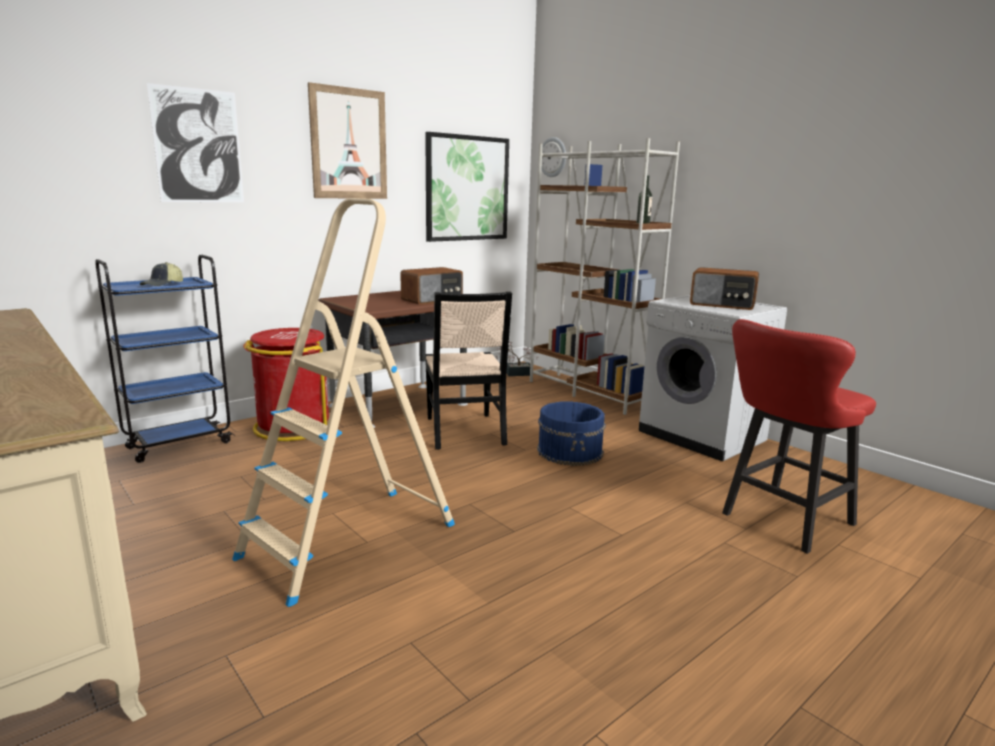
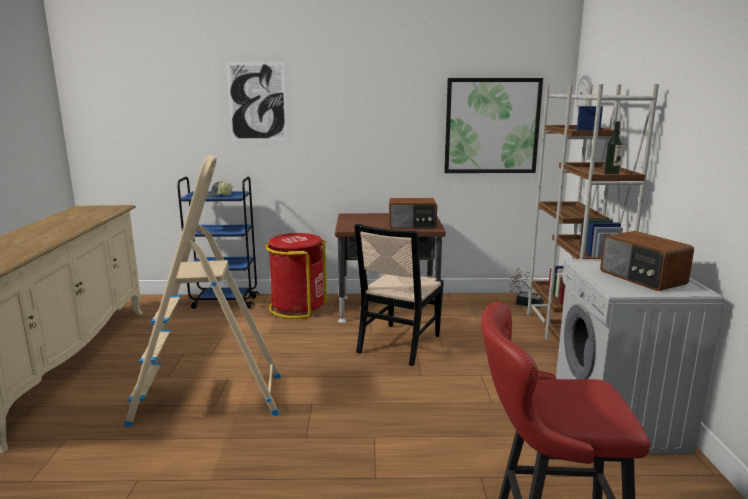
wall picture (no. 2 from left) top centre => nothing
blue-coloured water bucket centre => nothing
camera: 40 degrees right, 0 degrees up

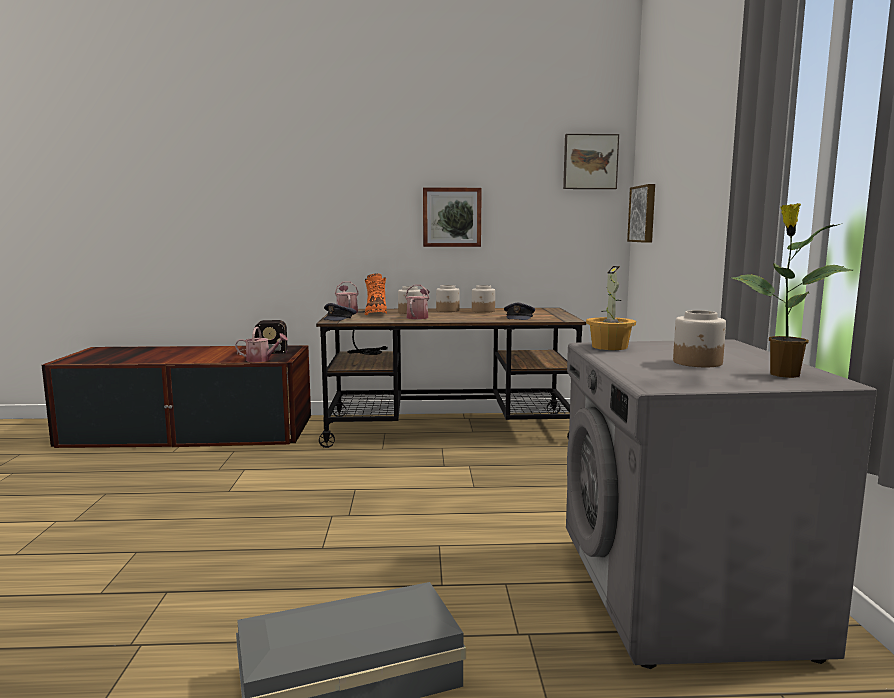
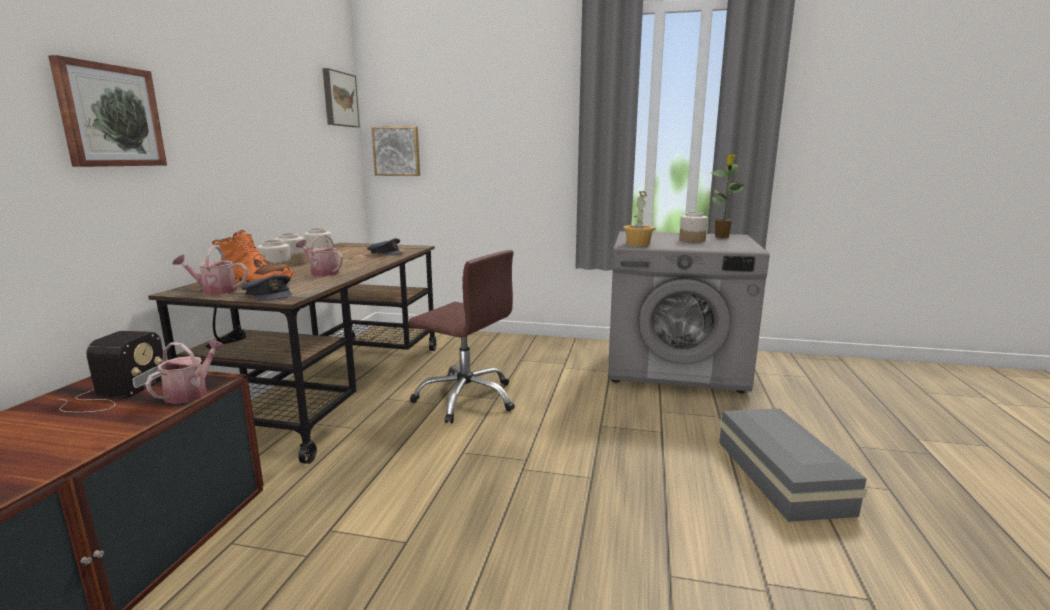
wall picture (no. 1 from left) top centre => wall picture (no. 1 from left) top left, relocated
nothing => brownish computer chair centre
camera: 75 degrees left, 5 degrees up

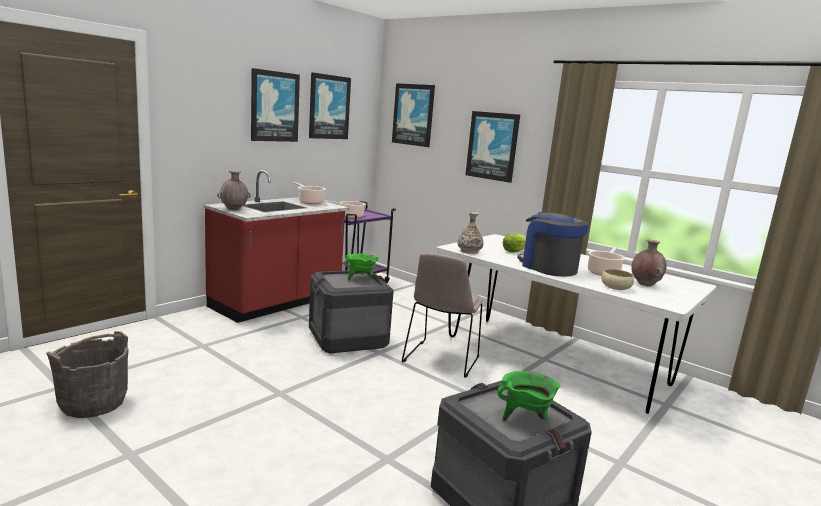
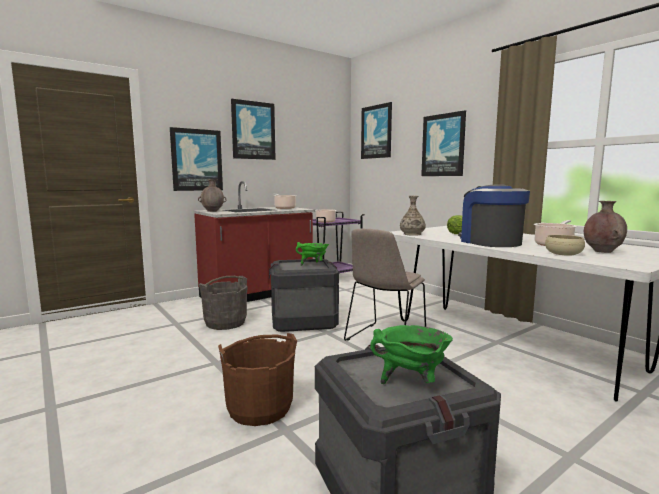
gray water bucket bottom left => gray water bucket centre, relocated
wall picture (no. 2 from left in the first image) top centre => wall picture (no. 1 from left) top left, relocated
nothing => brownish water bucket bottom centre
camera: 15 degrees right, 5 degrees down

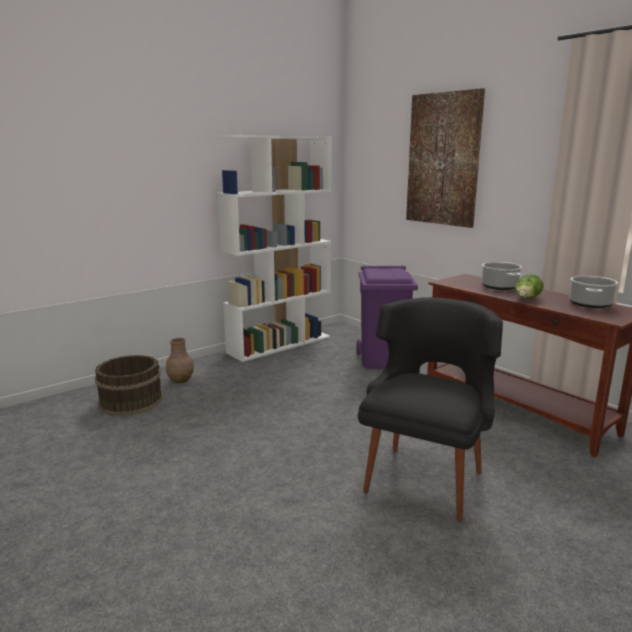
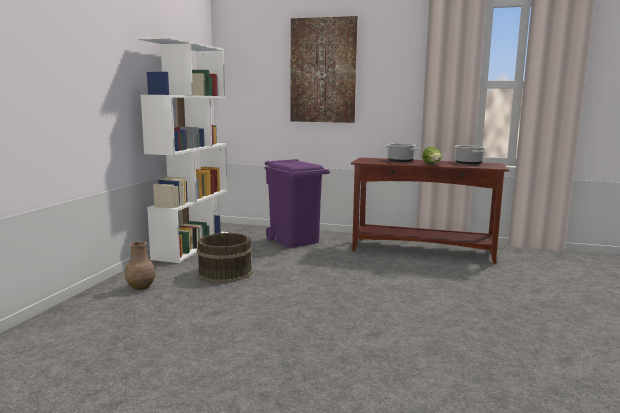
brownish water bucket middle left => brownish water bucket centre, relocated
black-coloured chair middle right => nothing
camera: 35 degrees left, 5 degrees down

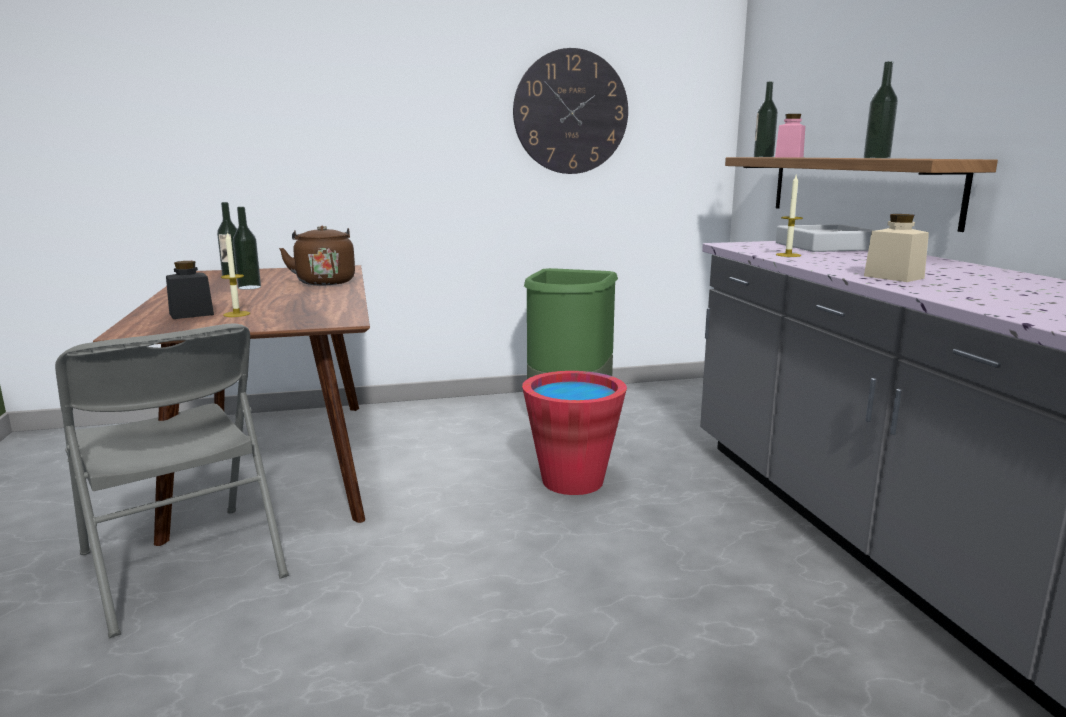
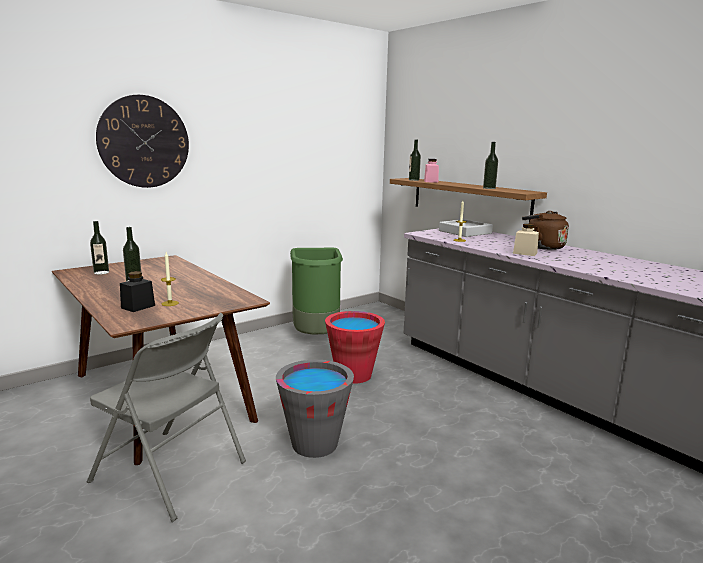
brownish kettle middle left => brownish kettle middle right, relocated
hanging clock top centre => hanging clock top left, relocated
nothing => gray water bucket bottom centre
camera: 25 degrees left, 0 degrees up

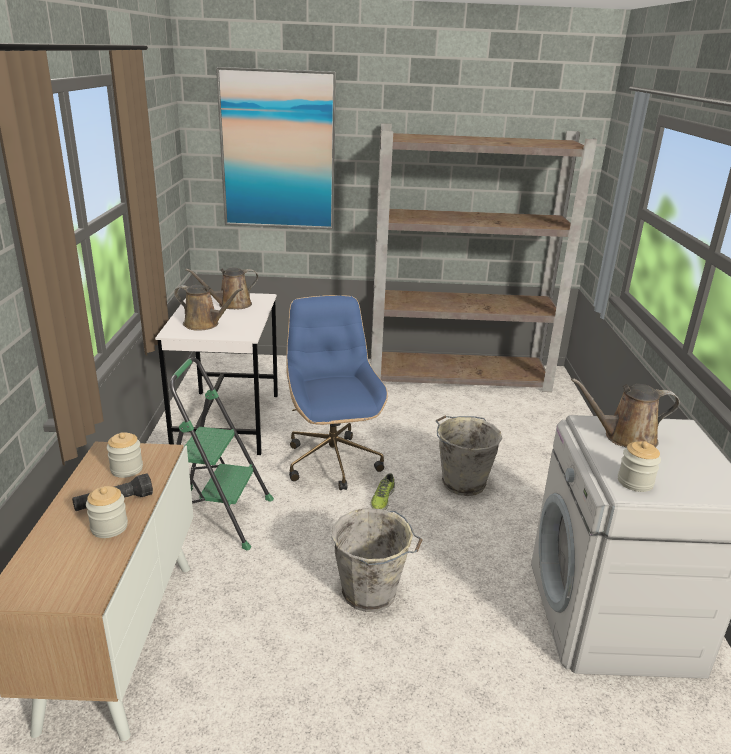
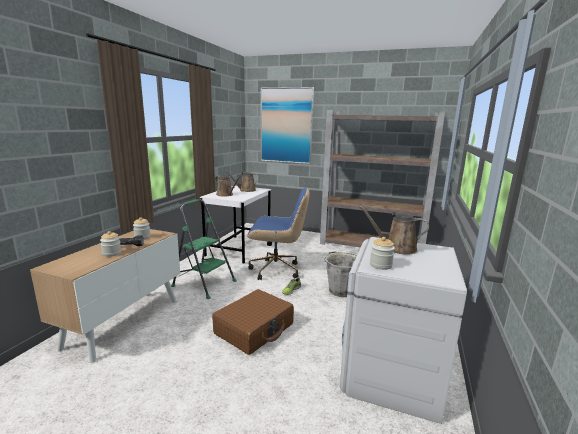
blue-coloured computer chair centre, 90 degrees clockwise
gray water bucket (no. 1 from left) bottom centre => brownish travel case bottom centre
camera: 20 degrees right, 10 degrees down

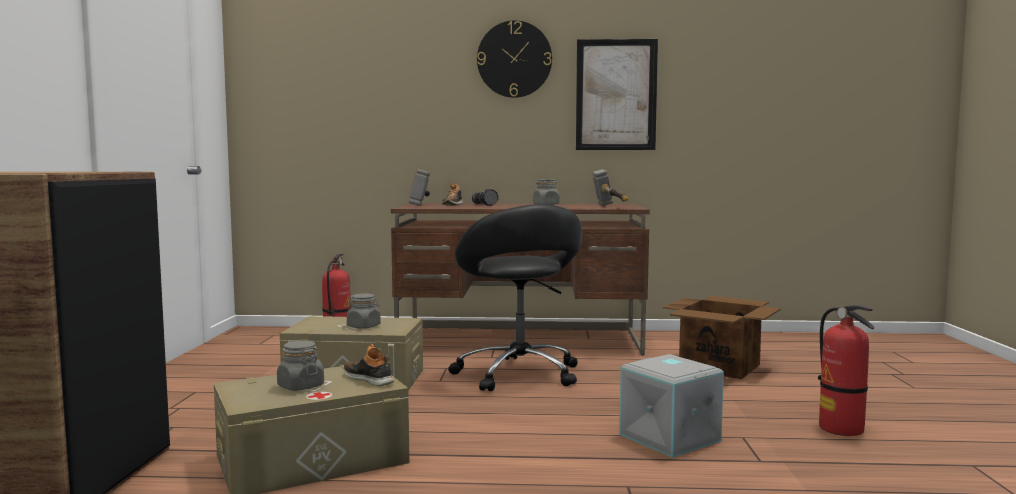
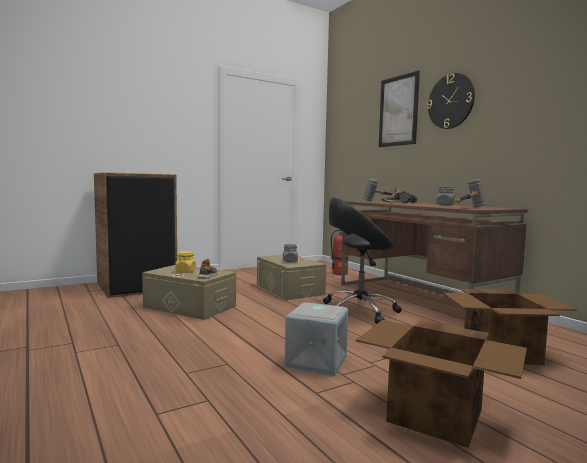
gray preserve jar (no. 1 from left) bottom left => yellowish preserve jar middle left
black-coloured computer chair centre, 45 degrees clockwise
wall picture top centre => wall picture top right, relocated
fire-fighting cylinder (no. 2 from left) bottom right => carton (no. 1 from left) bottom right
camera: 55 degrees right, 0 degrees up

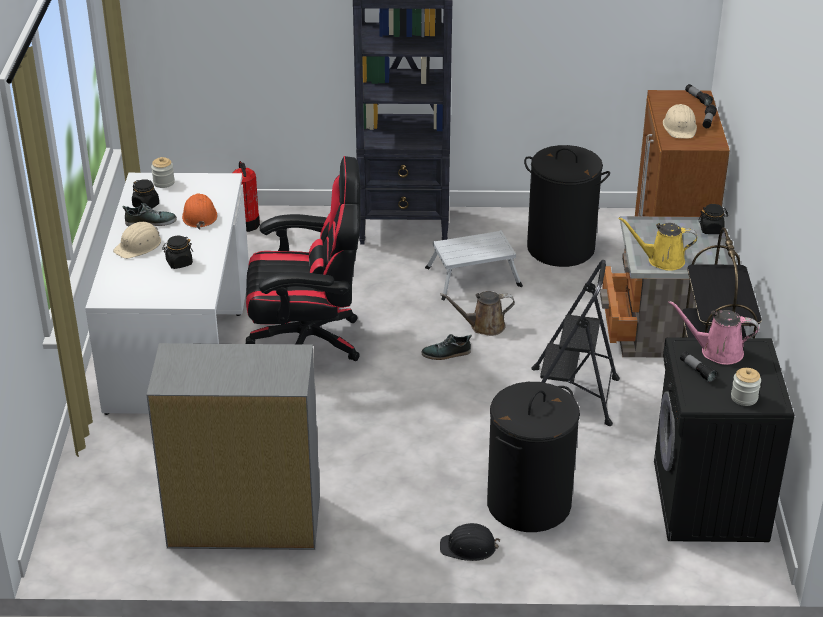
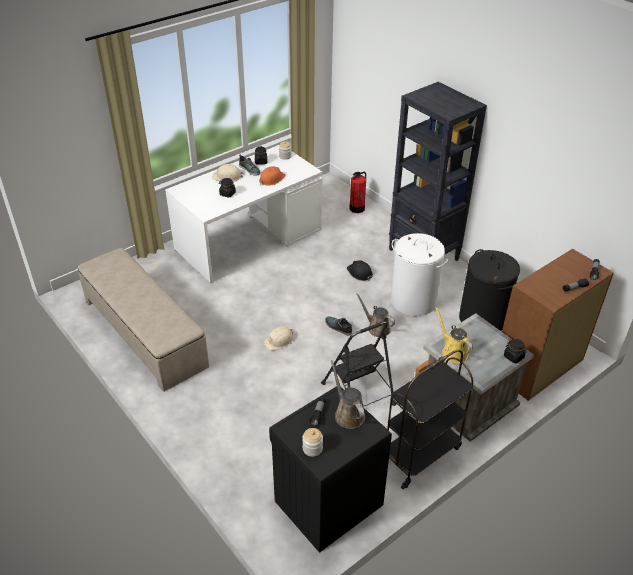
gray cupboard bottom left => sand-coloured indoor bench middle left
black-coloured computer chair centre => nothing
whitish step stool centre => whitish washing basket centre
black-coloured hard hat bottom centre => black-coloured hard hat centre, relocated
black-coloured washing basket (no. 1 from left) bottom centre => nothing
sand-coloured hard hat (no. 2 from left) top right => sand-coloured hard hat (no. 2 from left) centre, relocated
pinkish watering can middle right => brownish watering can (no. 1 from left) bottom centre
camera: 50 degrees right, 5 degrees up

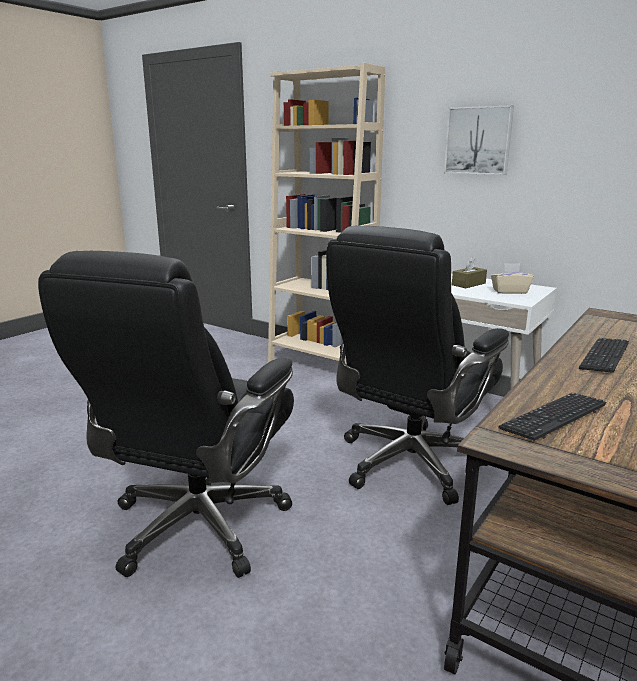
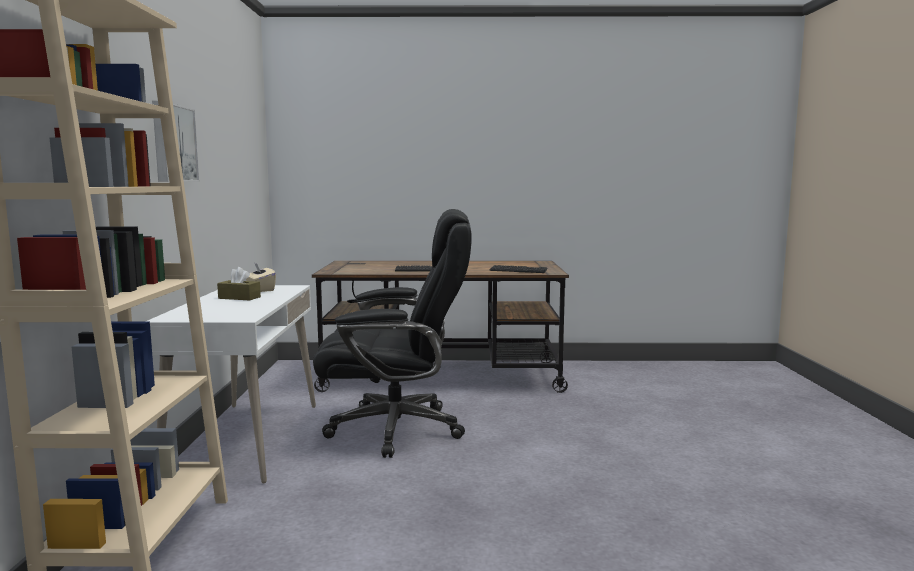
black-coloured computer chair (no. 1 from left) middle left => nothing
camera: 125 degrees left, 10 degrees down

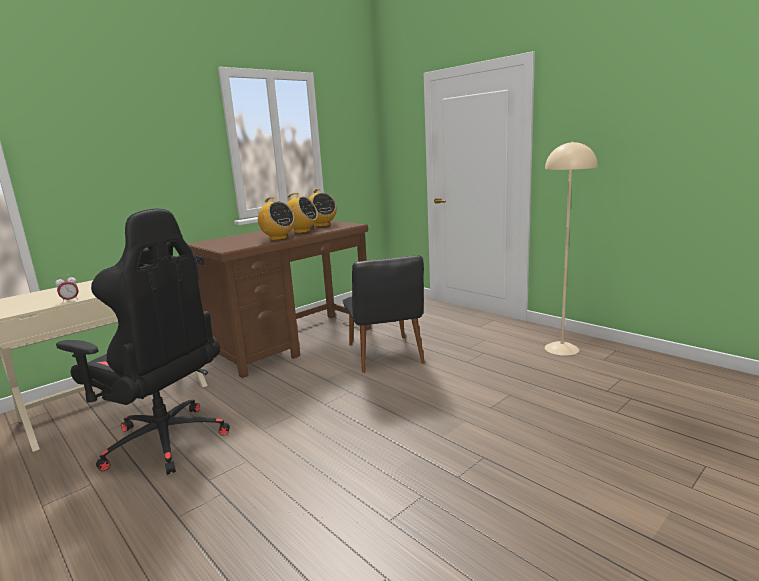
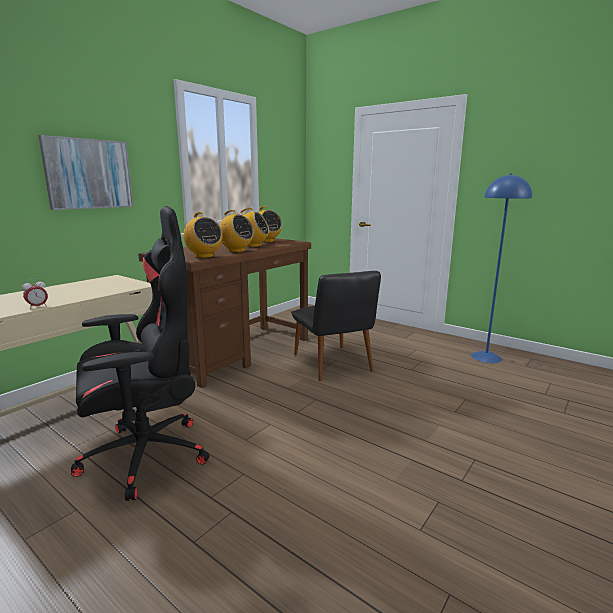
black-coloured computer chair middle left, 45 degrees counterclockwise
sand-coloured standard lamp middle right => blue-coloured standard lamp middle right
nothing => wall picture top left
nothing => radio set (no. 1 from left) middle left
camera: 10 degrees left, 0 degrees up

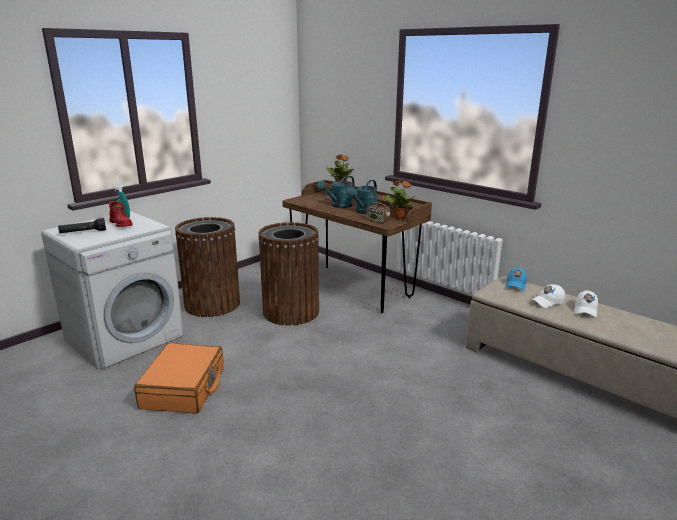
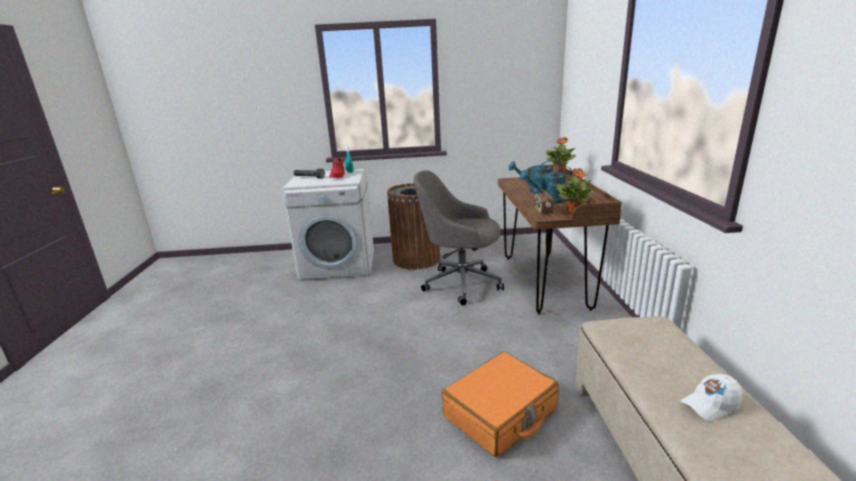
orange travel case bottom left => orange travel case bottom centre, relocated
brownish rubbish bin (no. 2 from left) centre => gray computer chair centre
blue-coloured cap middle right => nothing
whitish cap (no. 1 from left) middle right => nothing
camera: 45 degrees right, 0 degrees up

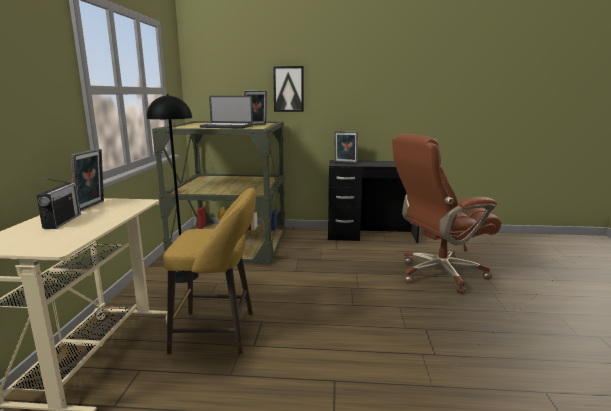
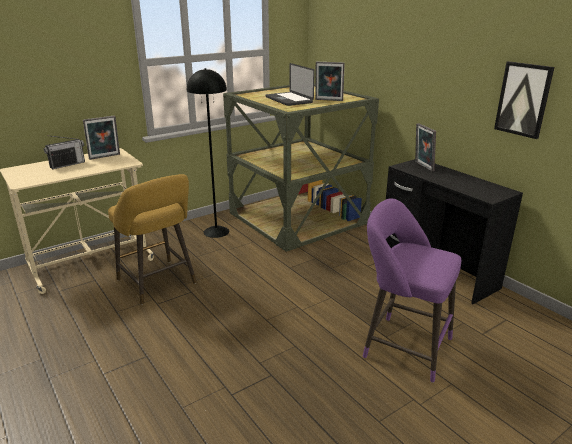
wall picture top centre => wall picture top right, relocated
brownish computer chair middle right => purplish sitting stool middle right
camera: 50 degrees right, 10 degrees up

